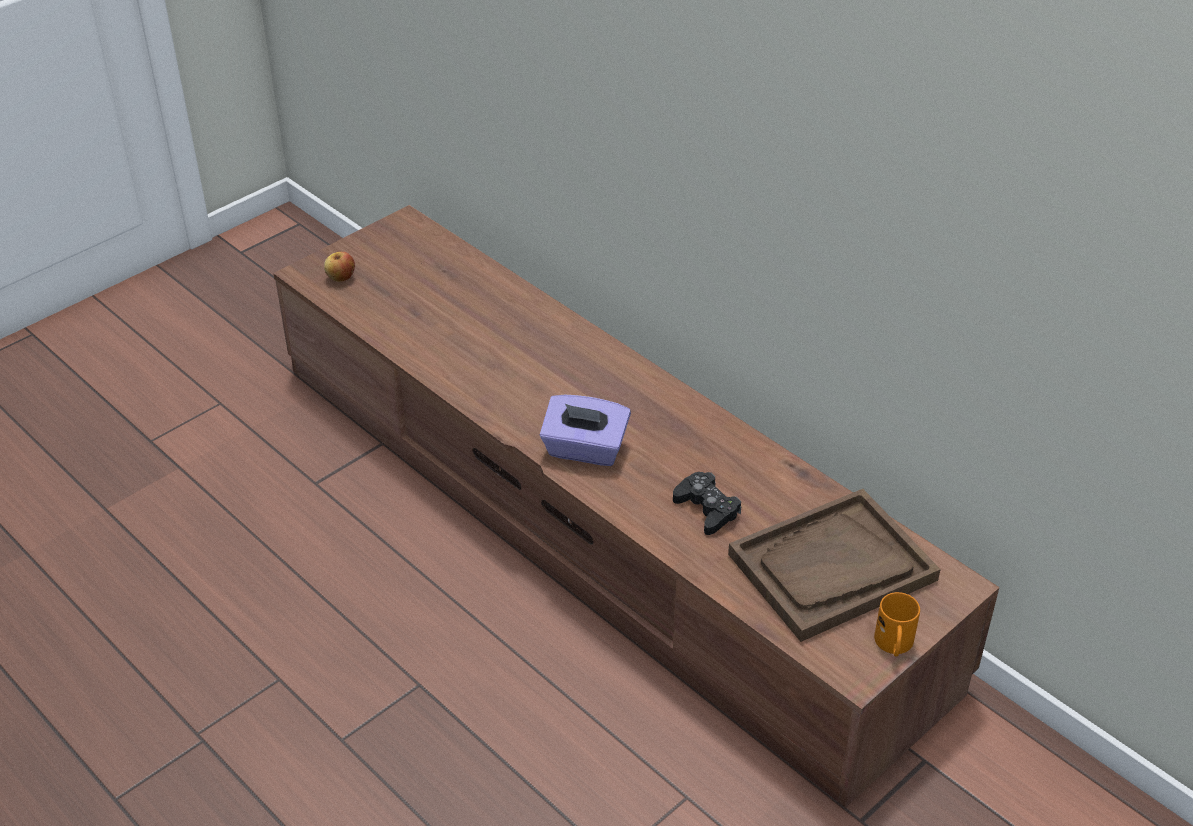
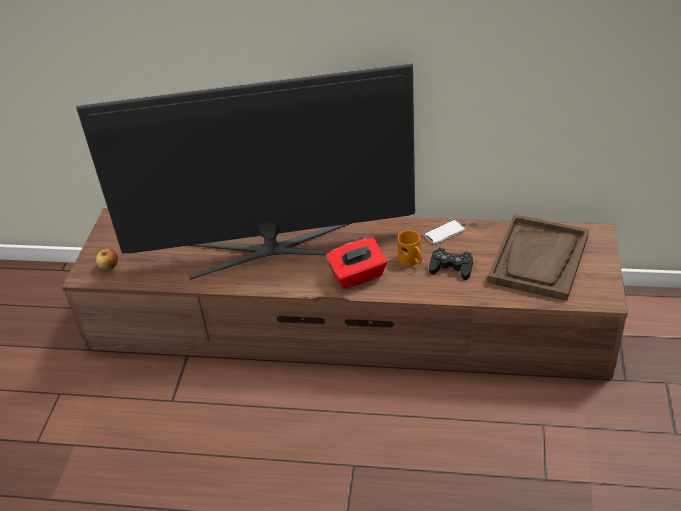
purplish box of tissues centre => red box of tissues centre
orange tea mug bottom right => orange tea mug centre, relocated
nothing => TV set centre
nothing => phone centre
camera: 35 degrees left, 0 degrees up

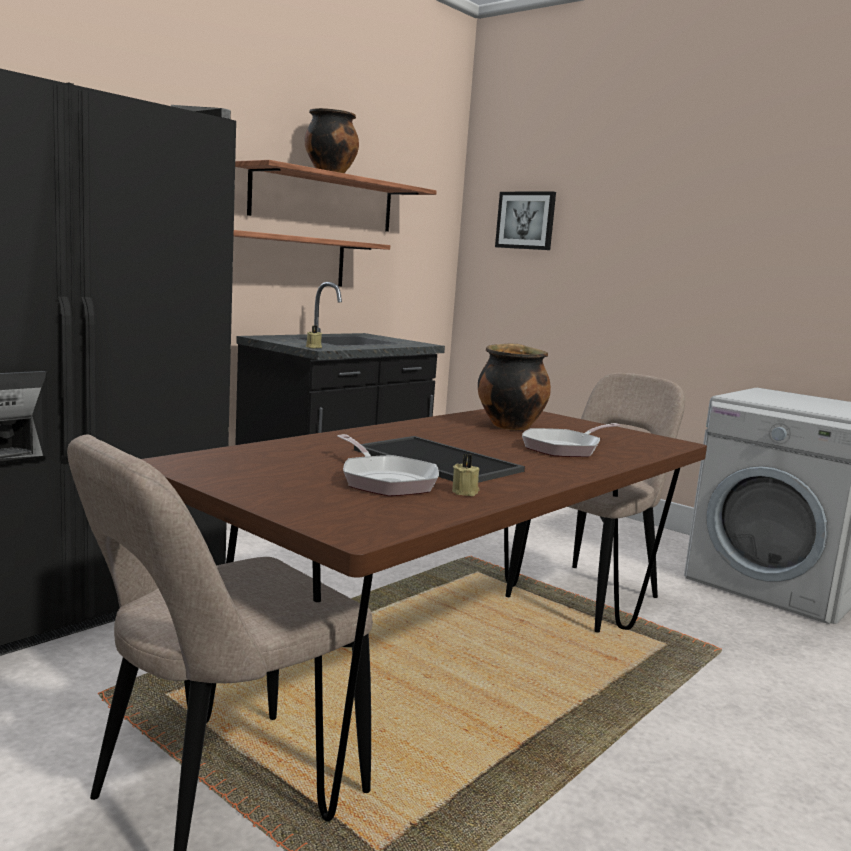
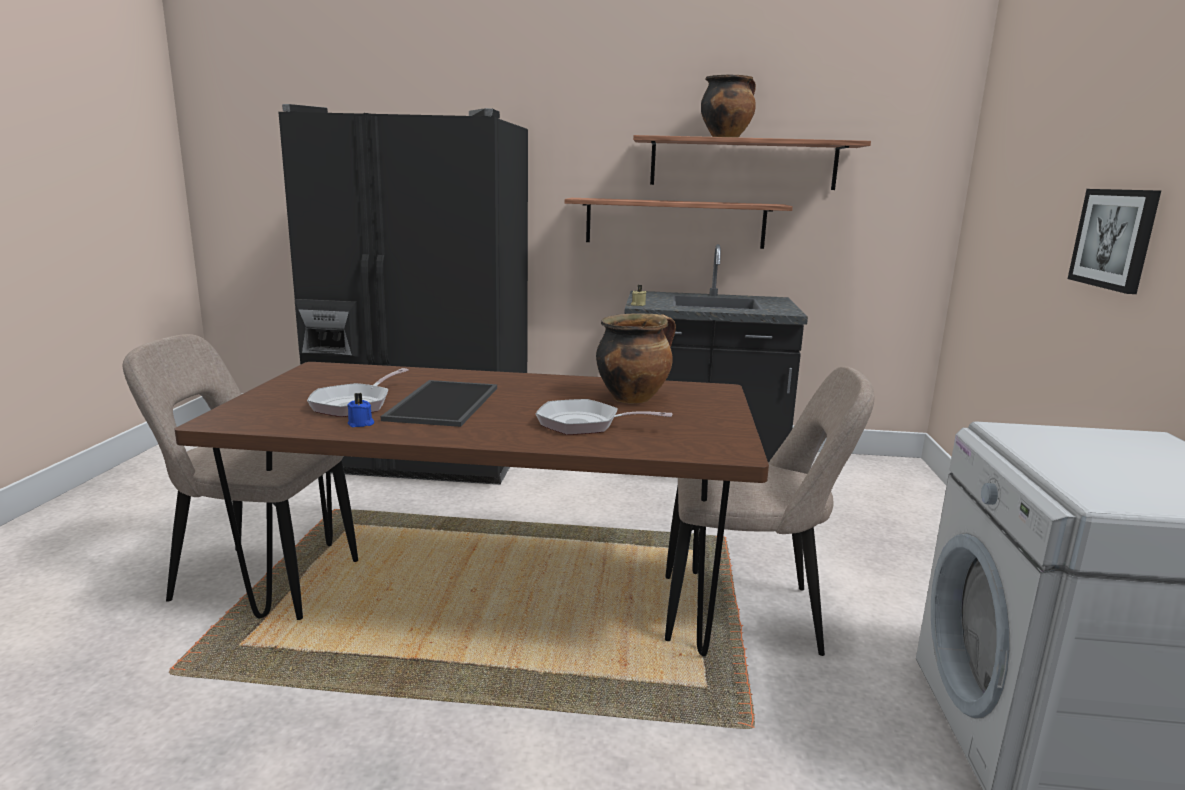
sand-coloured wax candle (no. 2 from left) centre => blue-coloured wax candle middle left
wall picture top centre => wall picture top right, relocated
camera: 55 degrees right, 5 degrees up

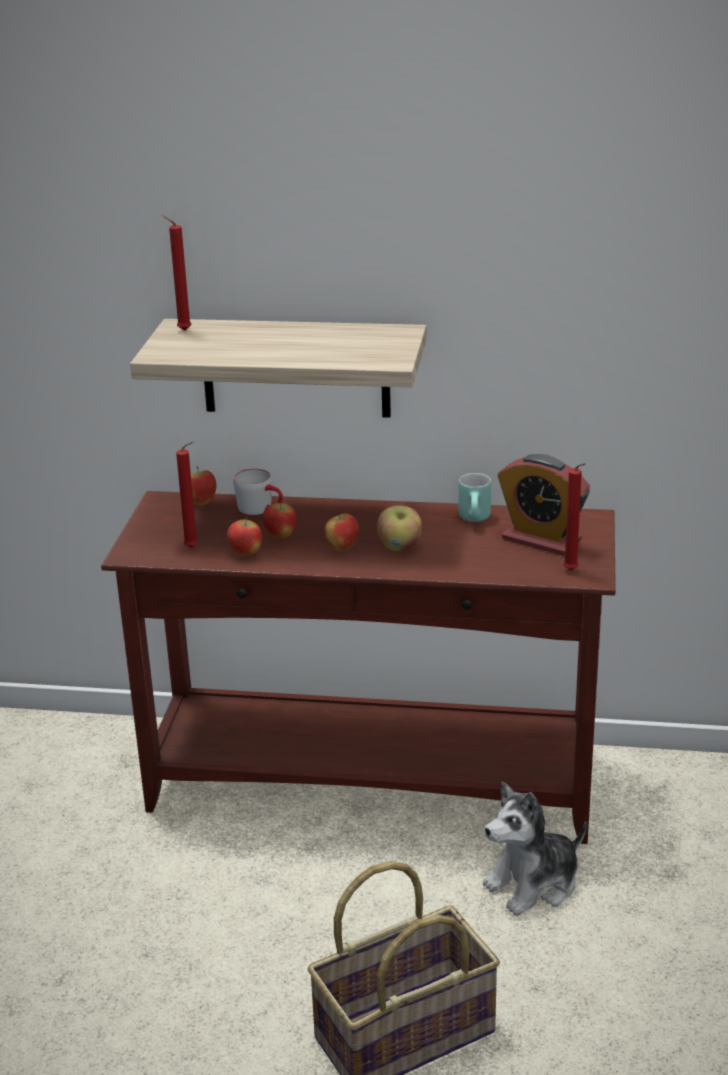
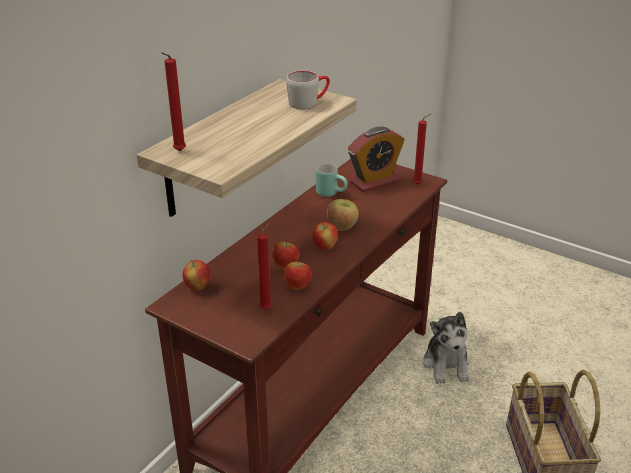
gray tea mug centre => gray tea mug top centre, relocated
camera: 65 degrees left, 5 degrees up

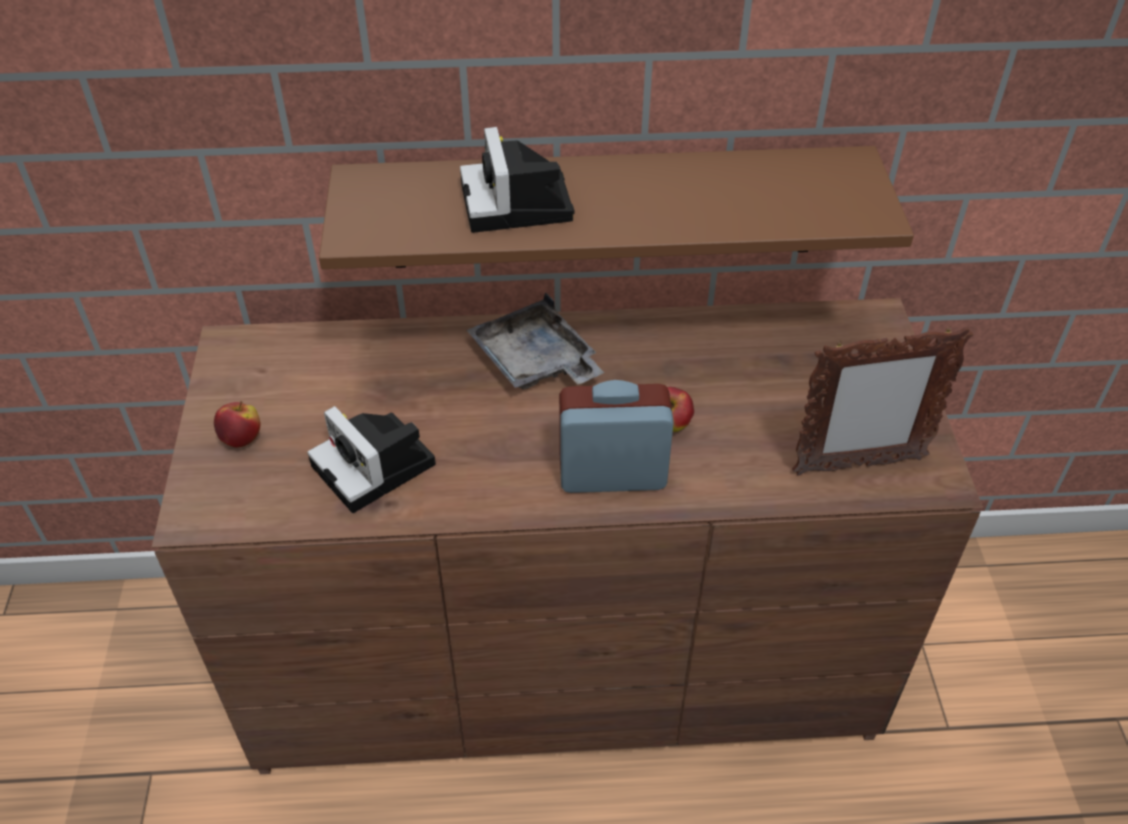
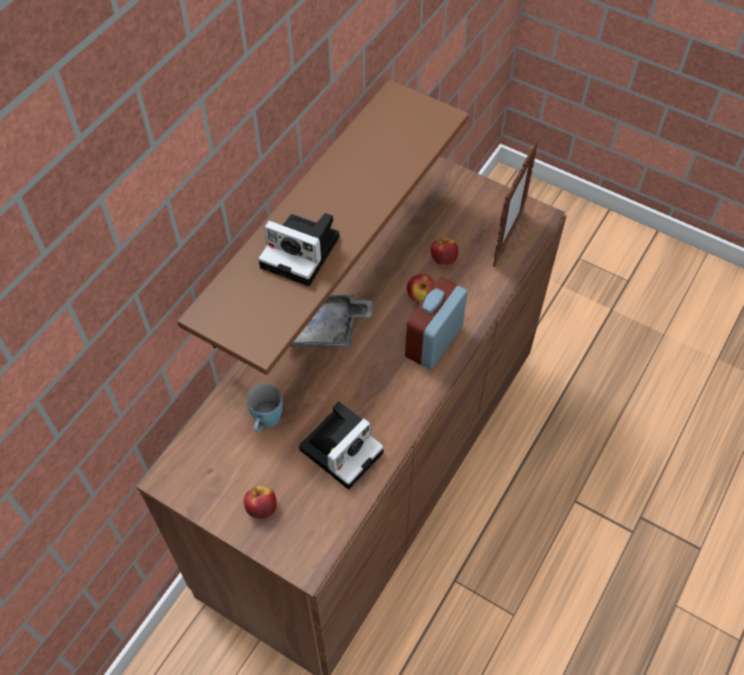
photo camera (no. 1 from left in the first image) middle left => photo camera (no. 2 from left) centre, 45 degrees counterclockwise
nothing => blue-coloured tea mug centre
nothing => whole apple (no. 3 from left) centre
camera: 55 degrees left, 10 degrees up

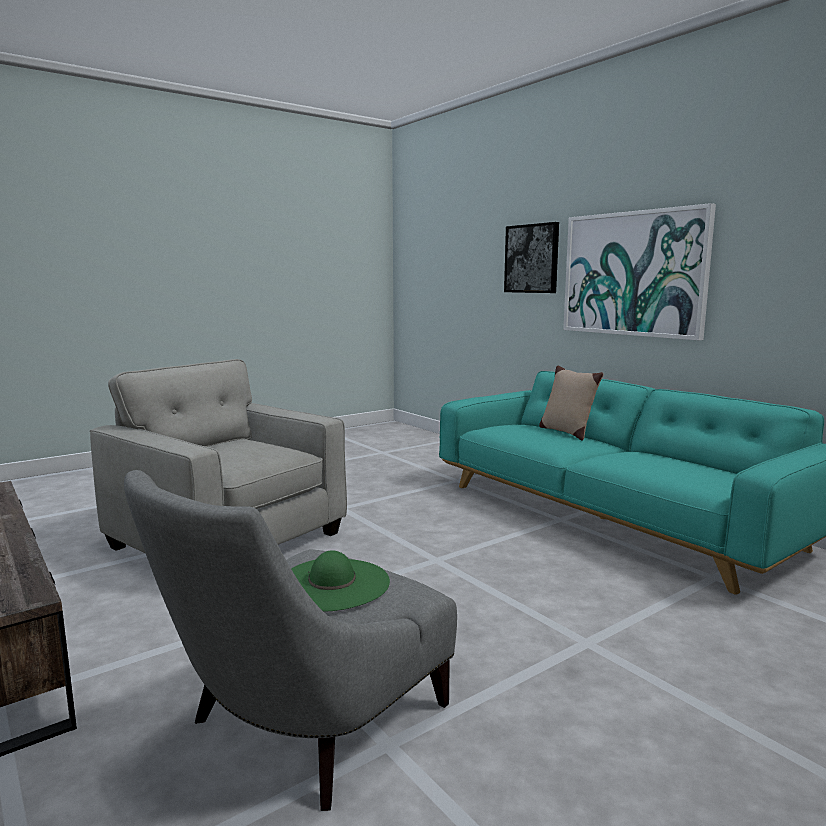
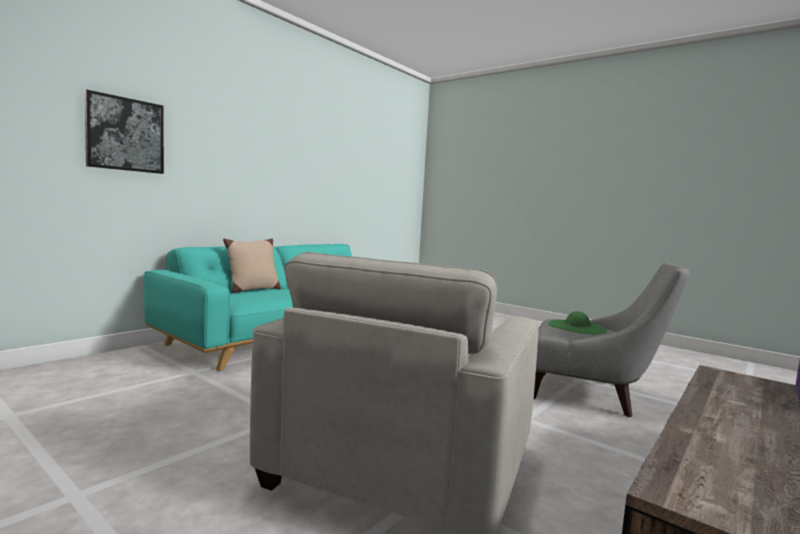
wall picture (no. 2 from left) top right => nothing
camera: 105 degrees left, 5 degrees down

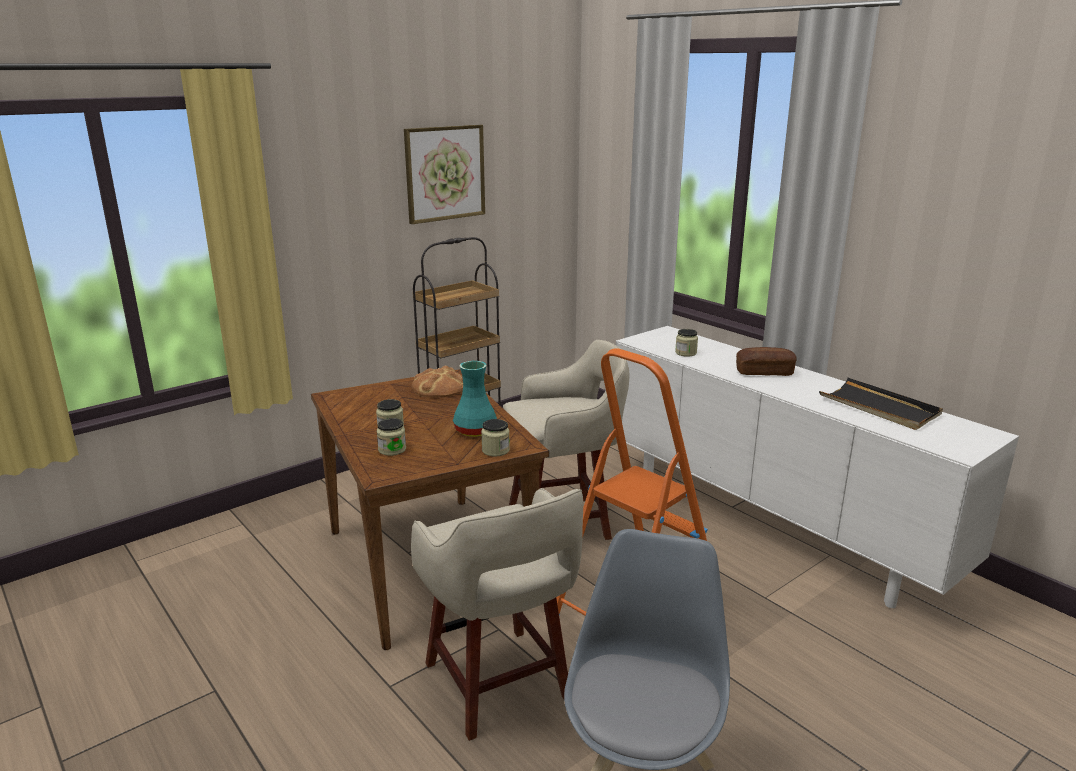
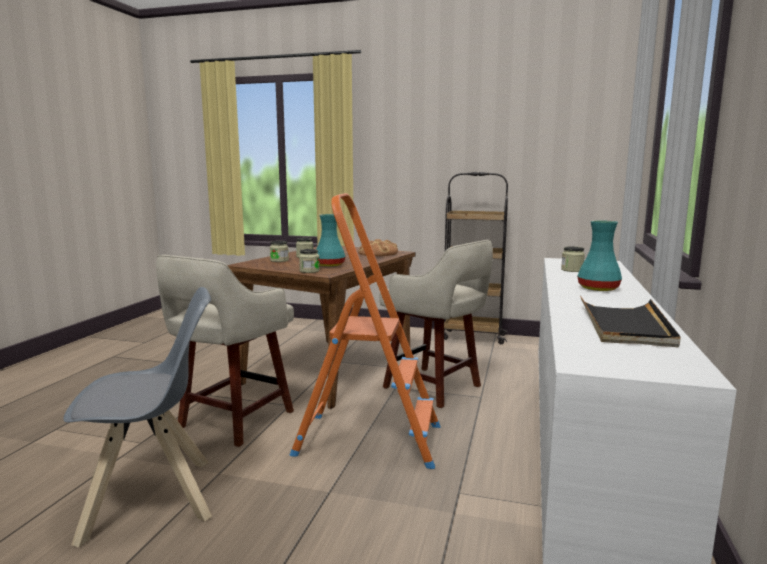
wall picture top centre => nothing
bread (no. 2 from left) middle right => turquoise vase (no. 2 from left) middle right
camera: 55 degrees right, 10 degrees down

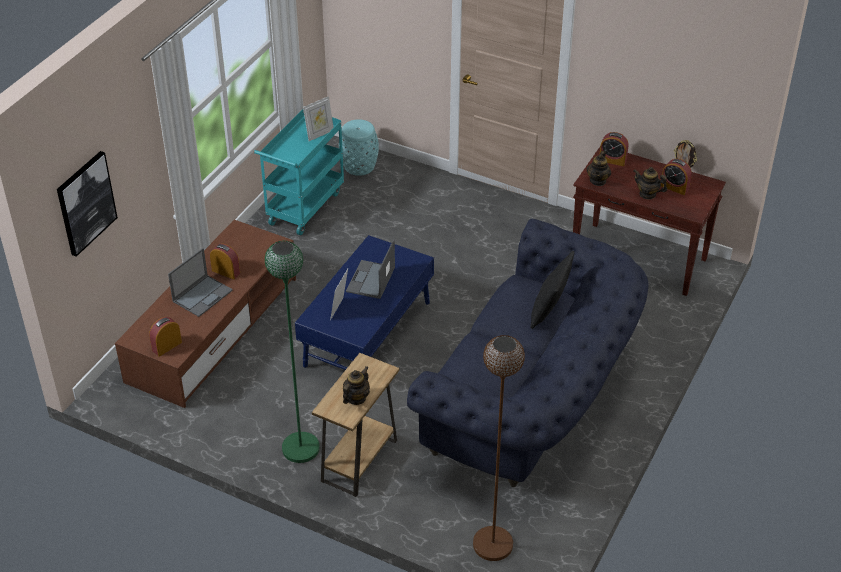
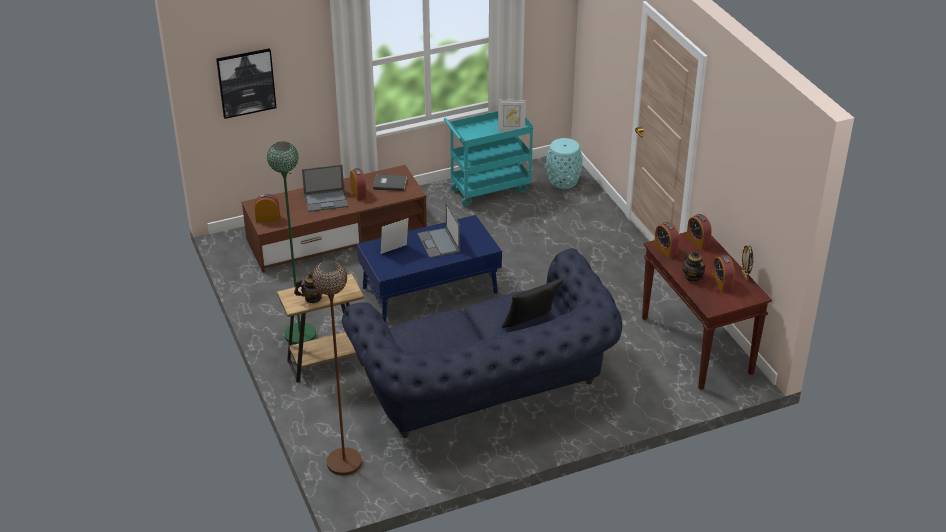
notebook computer (no. 2 from left) centre, 75 degrees counterclockwise
teapot (no. 2 from left) top right => table clock (no. 3 from left) middle right
nothing => gray volume centre
camera: 40 degrees right, 5 degrees down

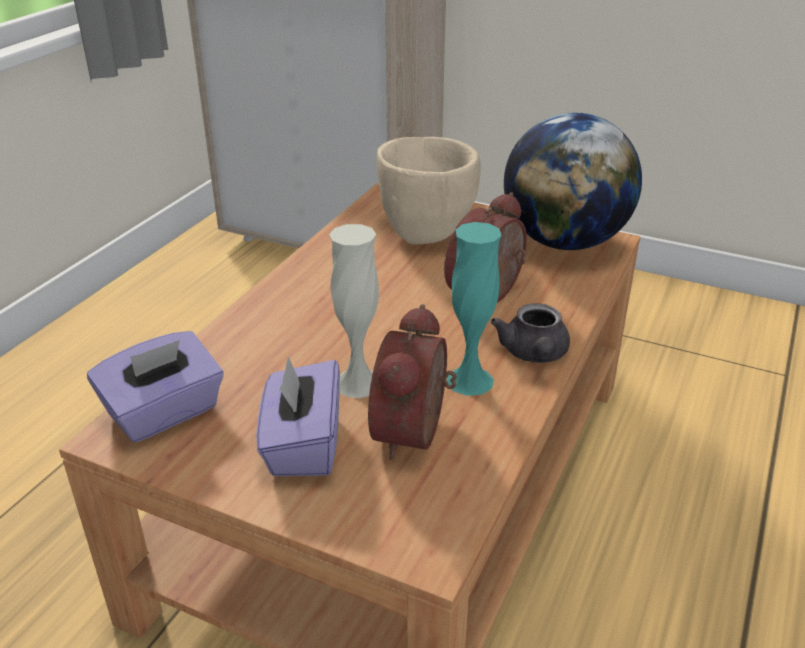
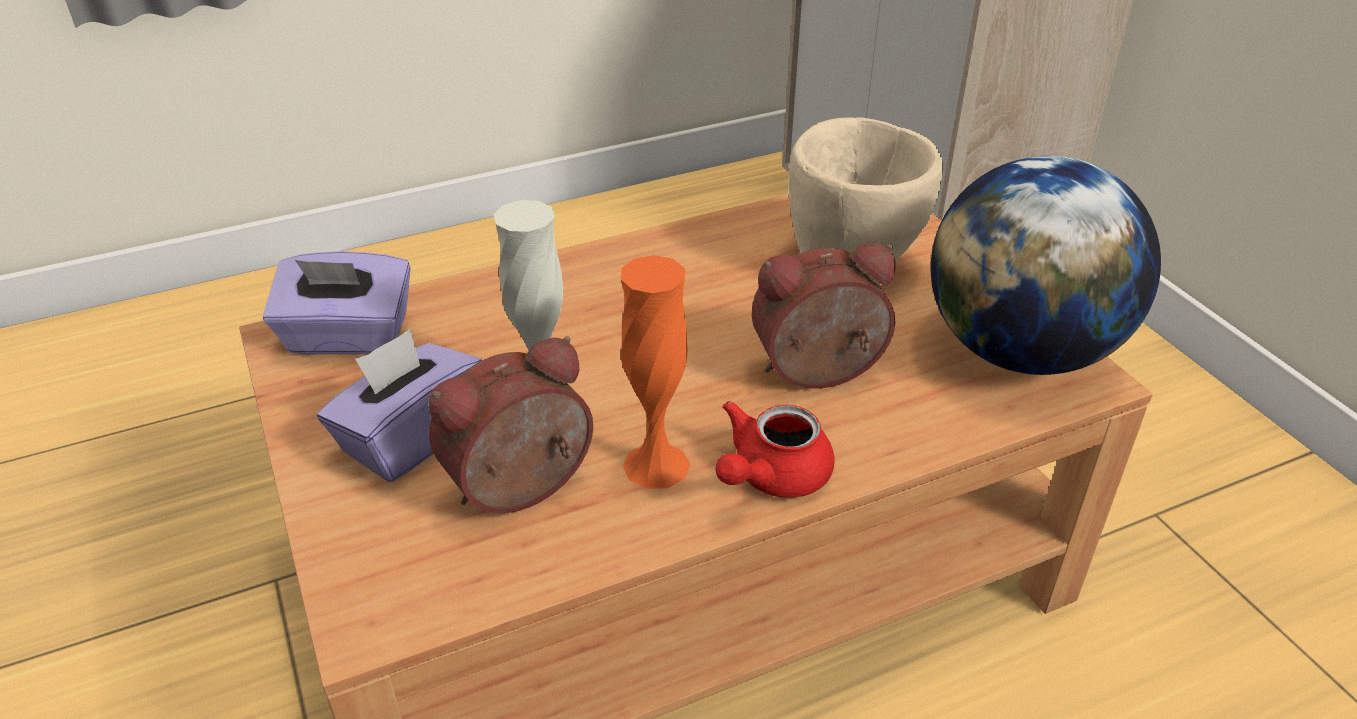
turquoise vase centre => orange vase centre
gray teapot centre => red teapot centre
camera: 40 degrees right, 5 degrees up

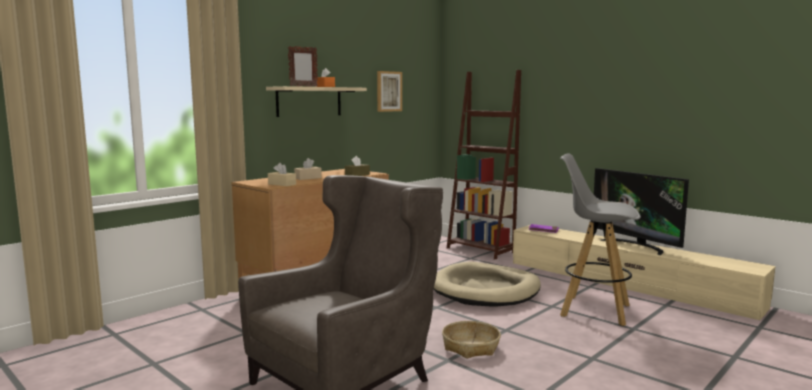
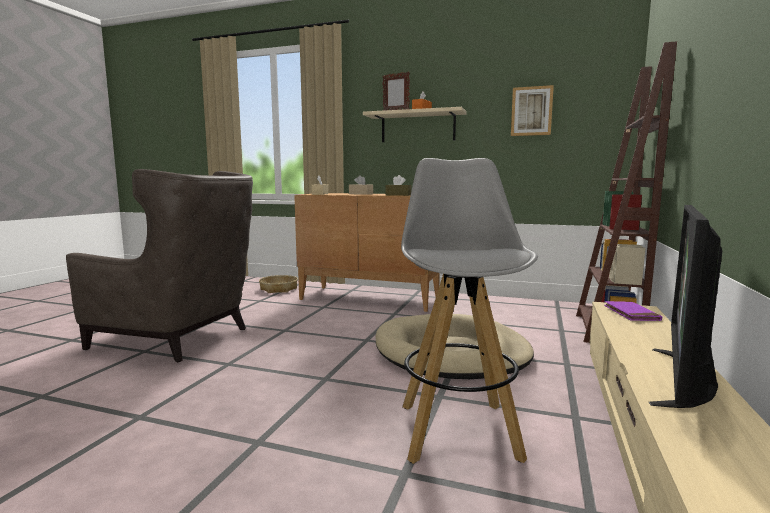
household basket bottom centre => household basket centre, relocated
camera: 65 degrees right, 0 degrees up

